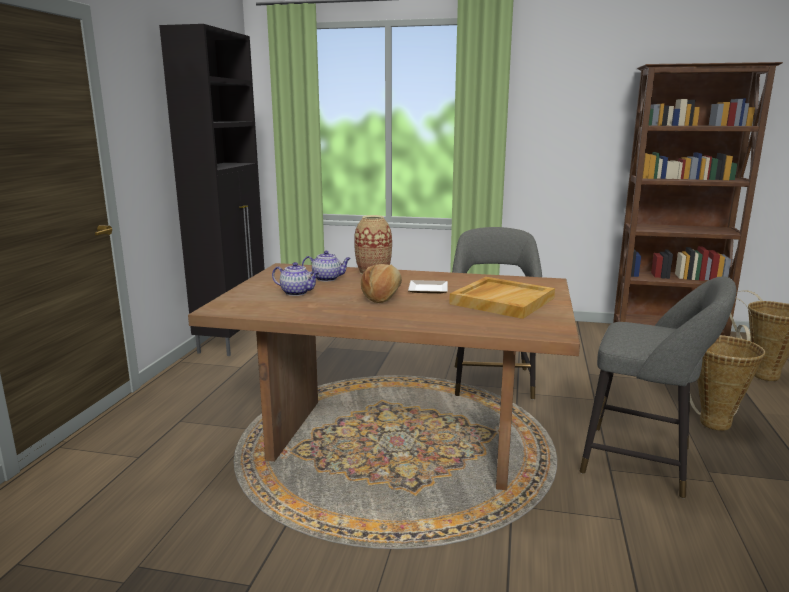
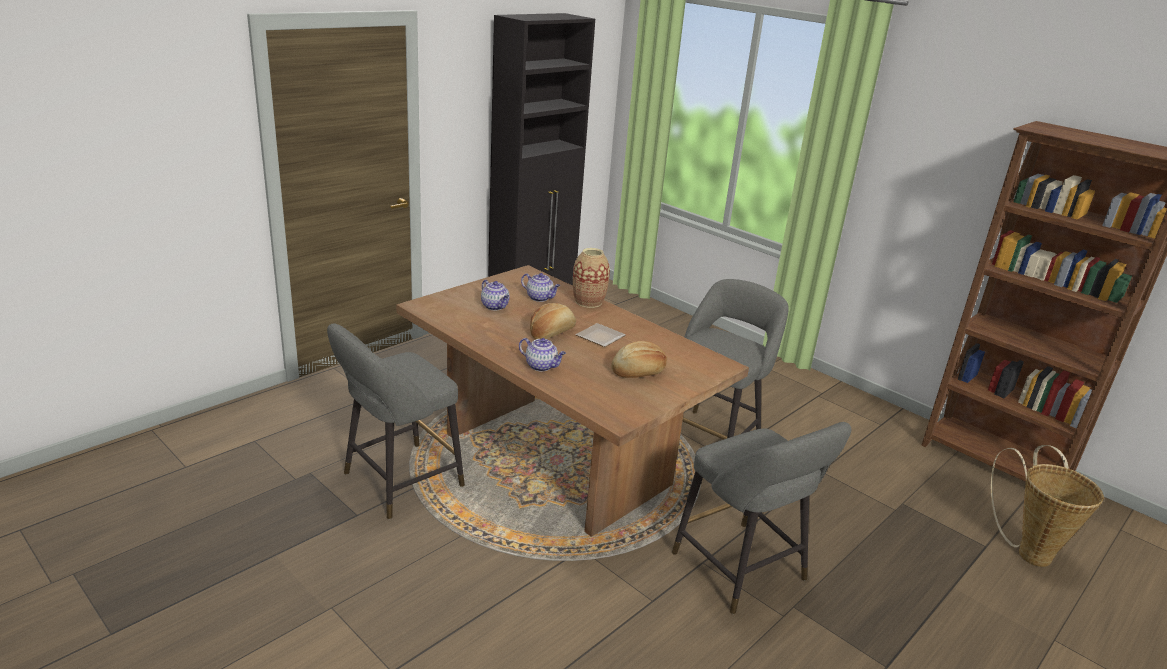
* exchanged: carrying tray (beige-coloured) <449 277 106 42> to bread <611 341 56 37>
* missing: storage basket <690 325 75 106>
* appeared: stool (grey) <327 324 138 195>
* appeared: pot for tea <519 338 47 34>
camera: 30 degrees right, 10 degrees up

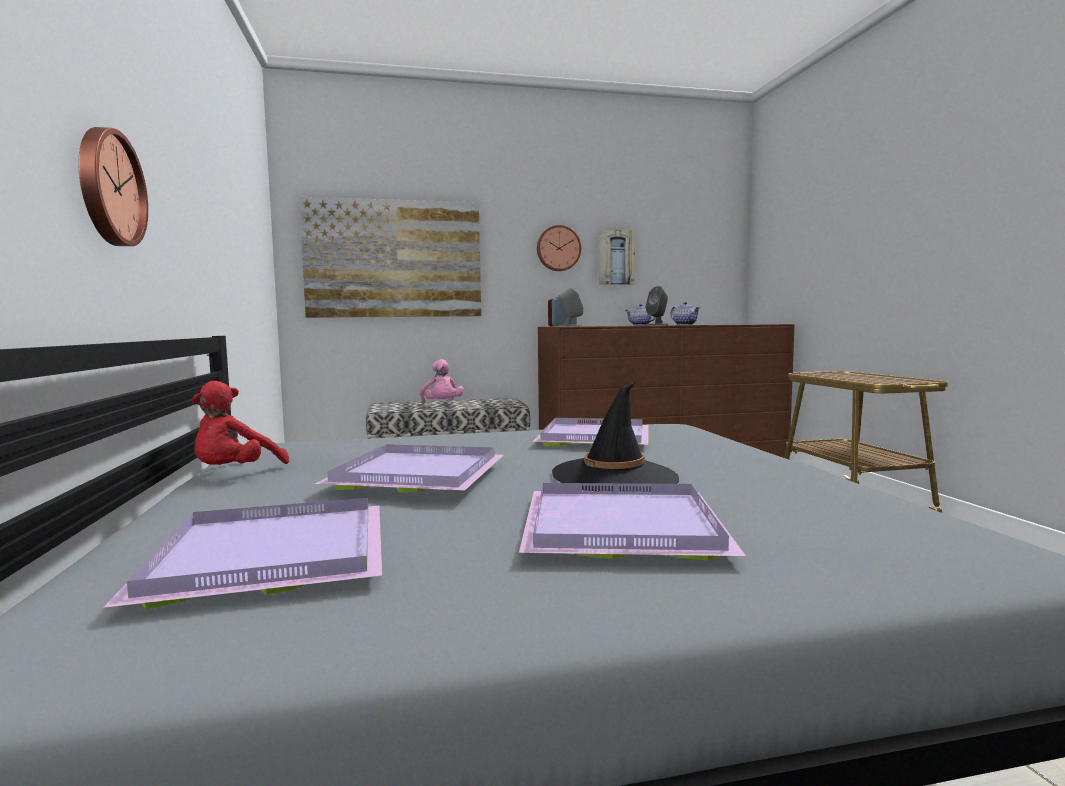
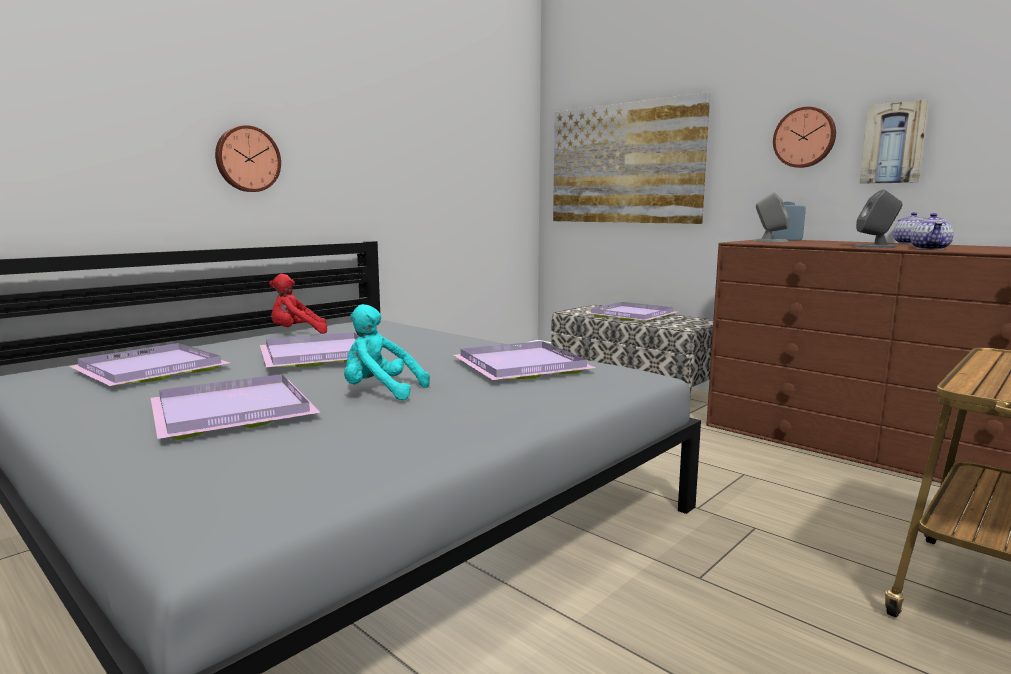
* exchanged: plush toy (pink) <420 359 44 45> to carrying tray (purplish) <588 302 89 19>
* exchanged: hat (blackish) <552 382 127 110> to plush toy (blue-green) <344 304 86 96>
camera: 55 degrees right, 5 degrees up

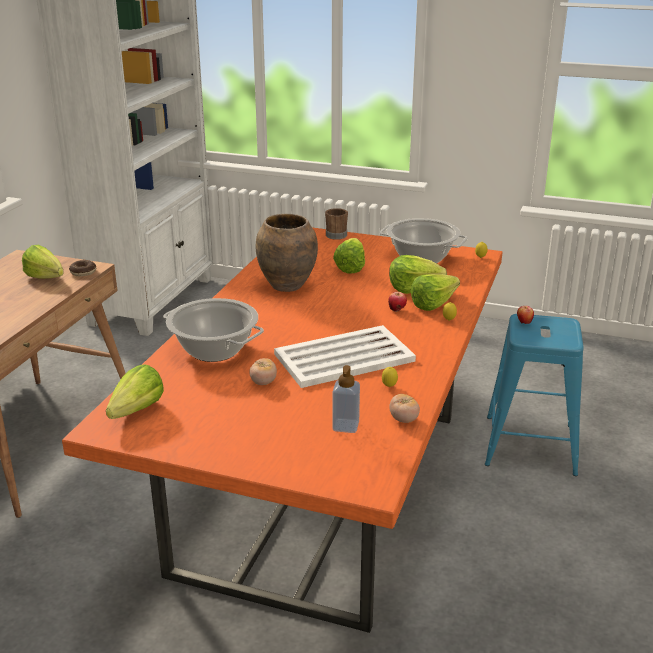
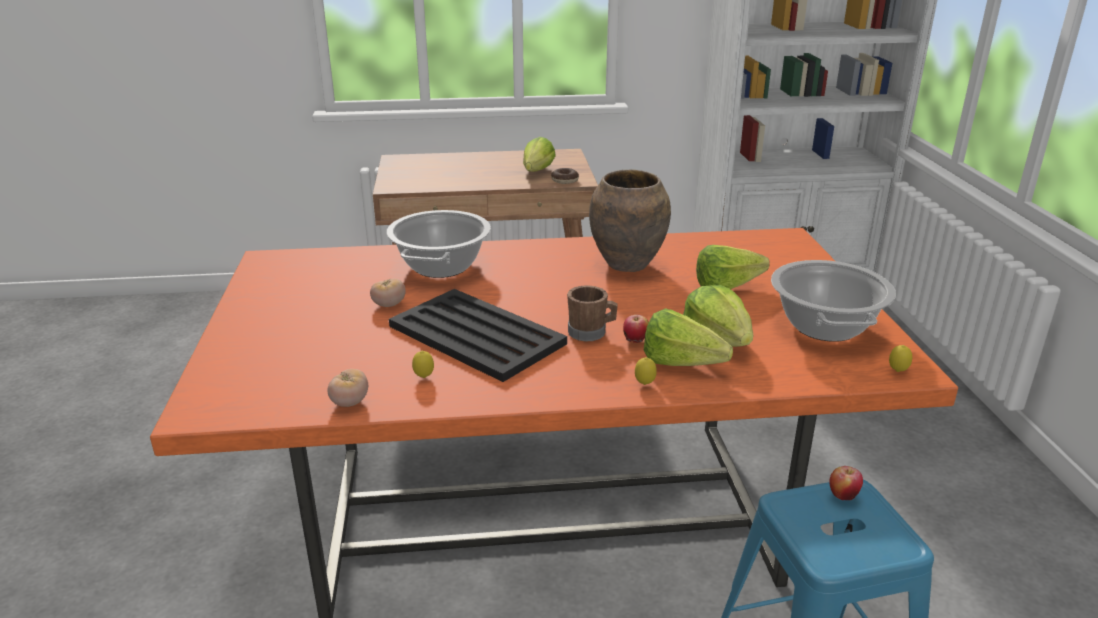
* missing: lettuce head <106 364 58 55>
* colour: carrying tray (white) <274 325 142 63> to carrying tray (blackish) <389 289 178 93>
* relocated: tea mug (brownish) <325 208 23 32> to <567 285 51 57>
* missing: soap dispenser <332 365 28 68>
camera: 65 degrees right, 0 degrees up

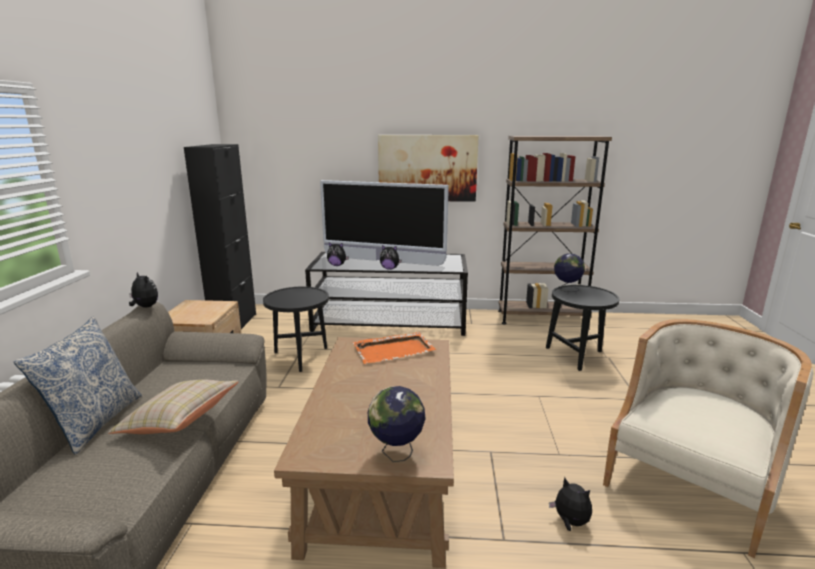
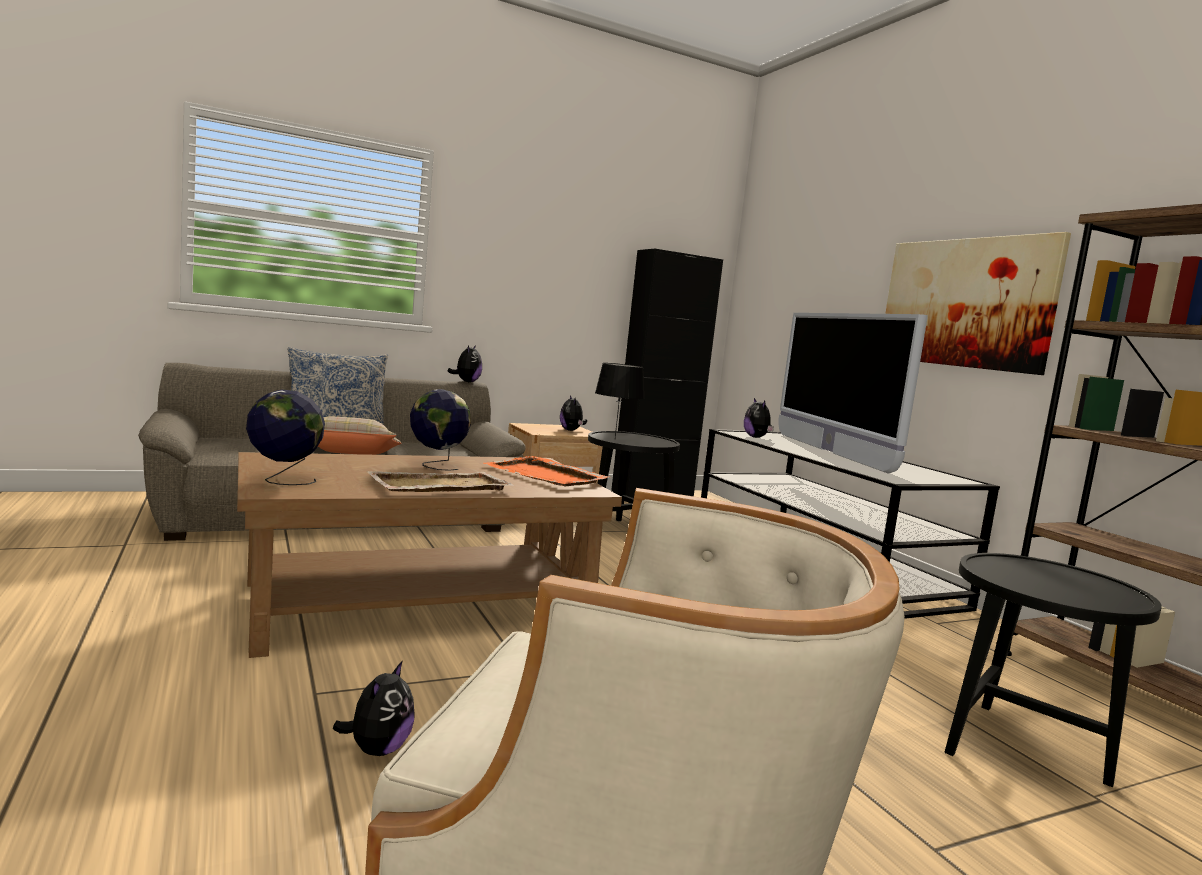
* relocated: plush toy <380 245 22 25> to <560 395 27 36>
* relocated: desk globe <554 253 31 39> to <410 389 61 82>
* appeared: carrying tray (beige-coloured) <366 471 147 21>
* appeared: table lamp (blackish) <595 363 50 75>
camera: 60 degrees right, 10 degrees down

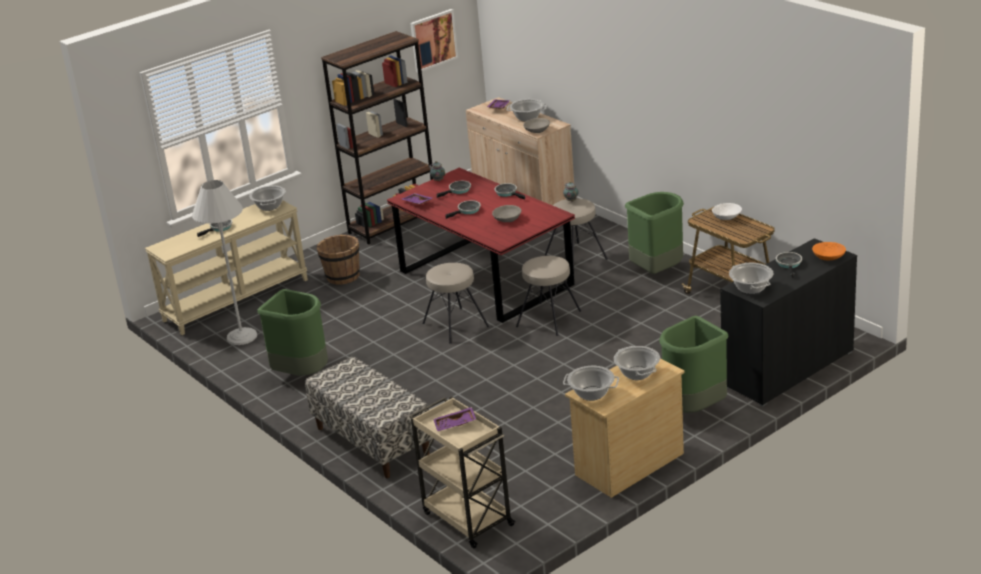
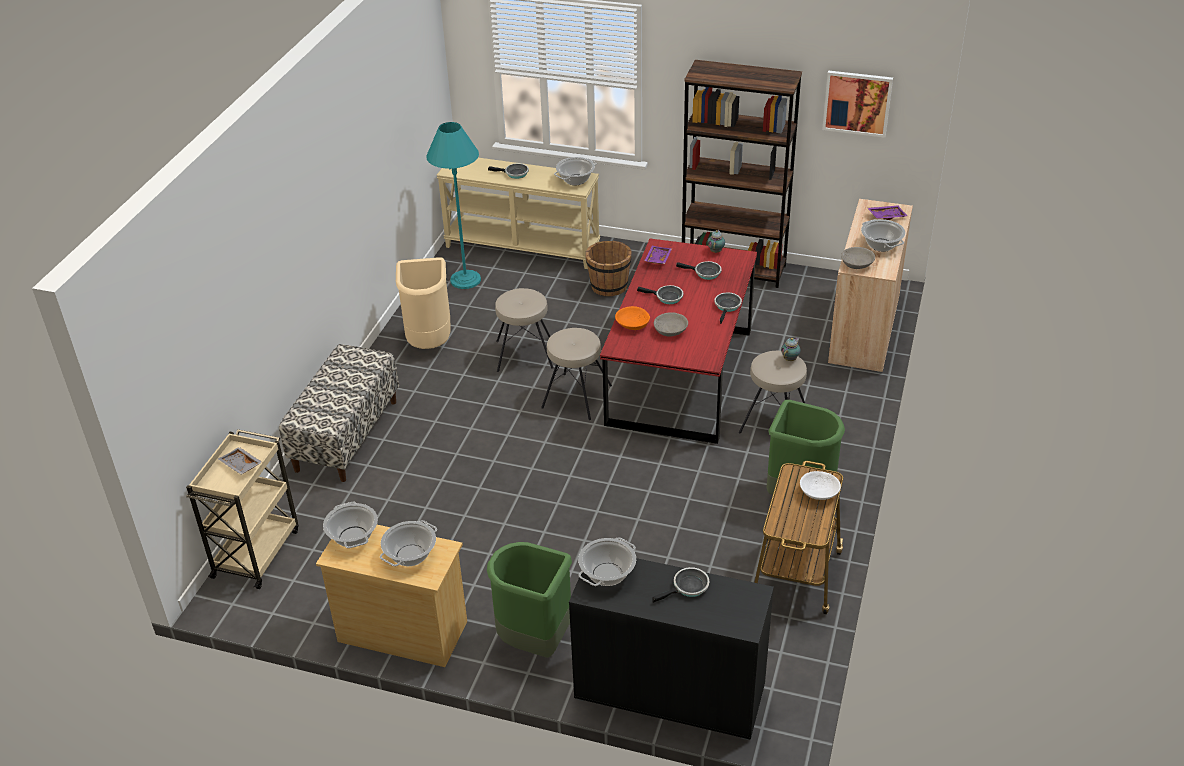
* colour: floor lamp (white) <192 180 65 165> to floor lamp (blue-green) <426 122 55 167>
* colour: waste bin (green-coloured) <257 289 71 87> to waste bin (beige-coloured) <396 257 55 92>
* colour: carrying tray (purplish) <433 407 43 24> to carrying tray (grey) <218 447 44 27>
* relocated: stool (beige-coloured) <516 256 65 80> to <495 288 58 84>
* relocated: bowl (orange) <812 242 34 18> to <615 306 35 24>
camera: 55 degrees right, 10 degrees up

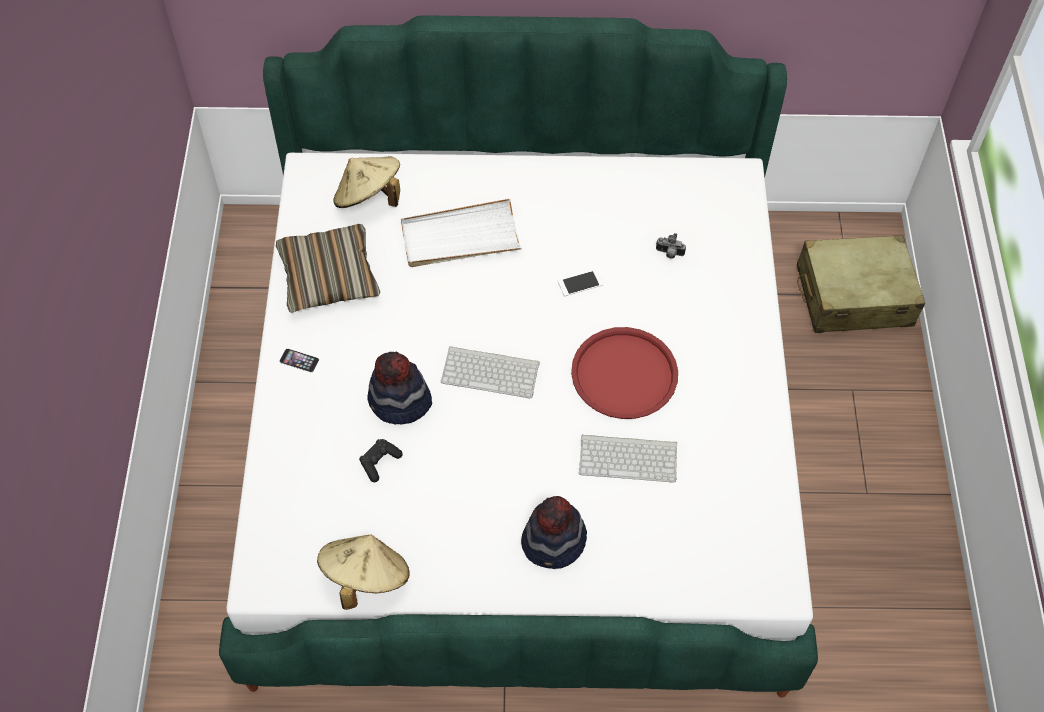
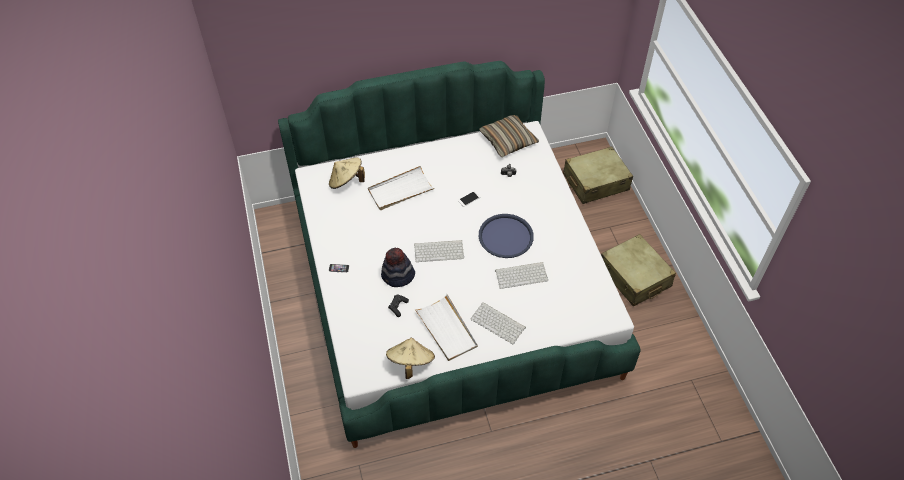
* relocated: pillow <276 224 105 89> to <479 115 60 43>
* exchanged: hat <521 496 66 73> to keyboard <470 302 56 42>
* colour: carrying tray (red) <571 327 107 92> to carrying tray (bluish) <479 214 55 44>
* appeared: carrying tray (white) <415 294 63 67>
* appeared: travel case (beige-coloured) <601 234 75 72>
camera: 15 degrees left, 5 degrees down

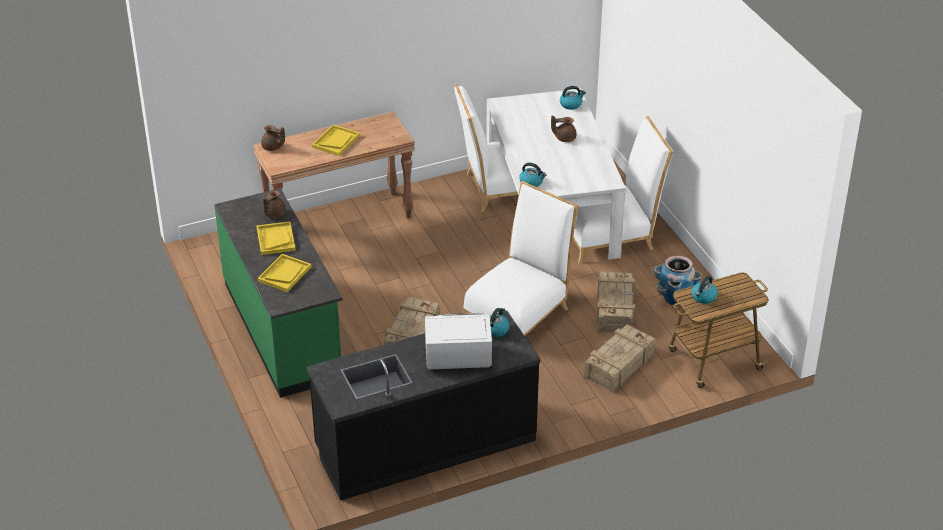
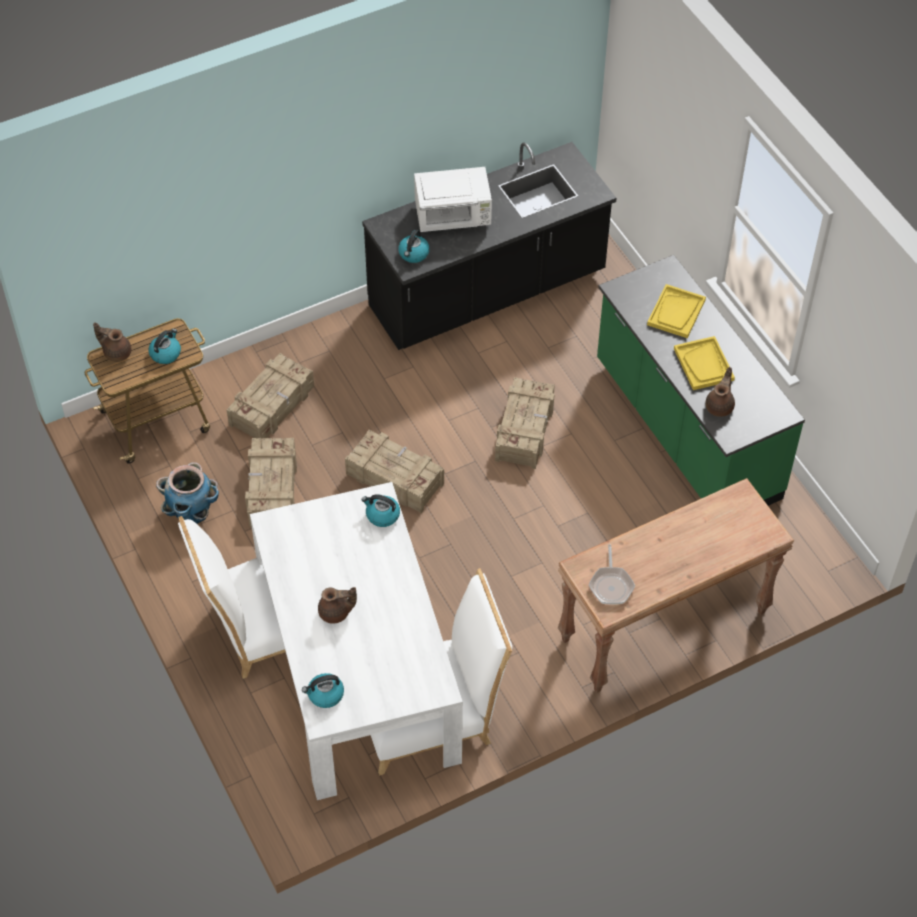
* relocated: pot for tea (brownish) <261 125 24 26> to <93 322 38 40>
* missing: carrying tray (yellow-coloured) <312 124 48 32>
* exchanged: chair (white) <463 181 116 155> to packing crate <345 430 99 83>
* appeared: skillet <589 544 46 60>
camera: 175 degrees right, 15 degrees up

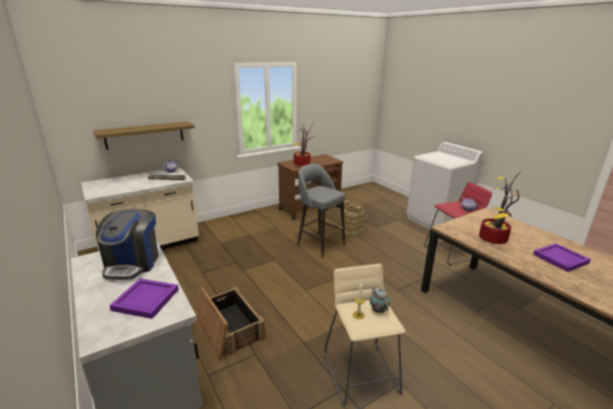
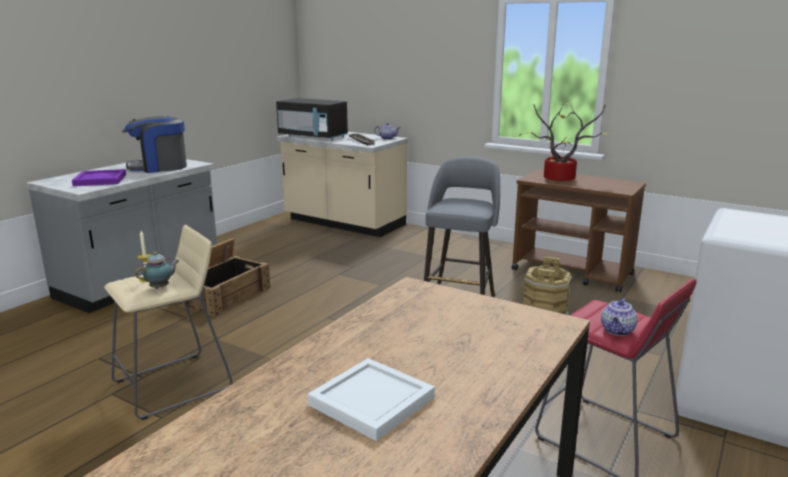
* missing: bracket shelf <94 121 101 29>
* missing: plant in a pot <479 172 42 72>
* colour: carrying tray (purplish) <533 243 58 29> to carrying tray (white) <307 358 128 83>
* appeared: microwave (blackish) <276 98 72 43>
camera: 65 degrees right, 5 degrees down

